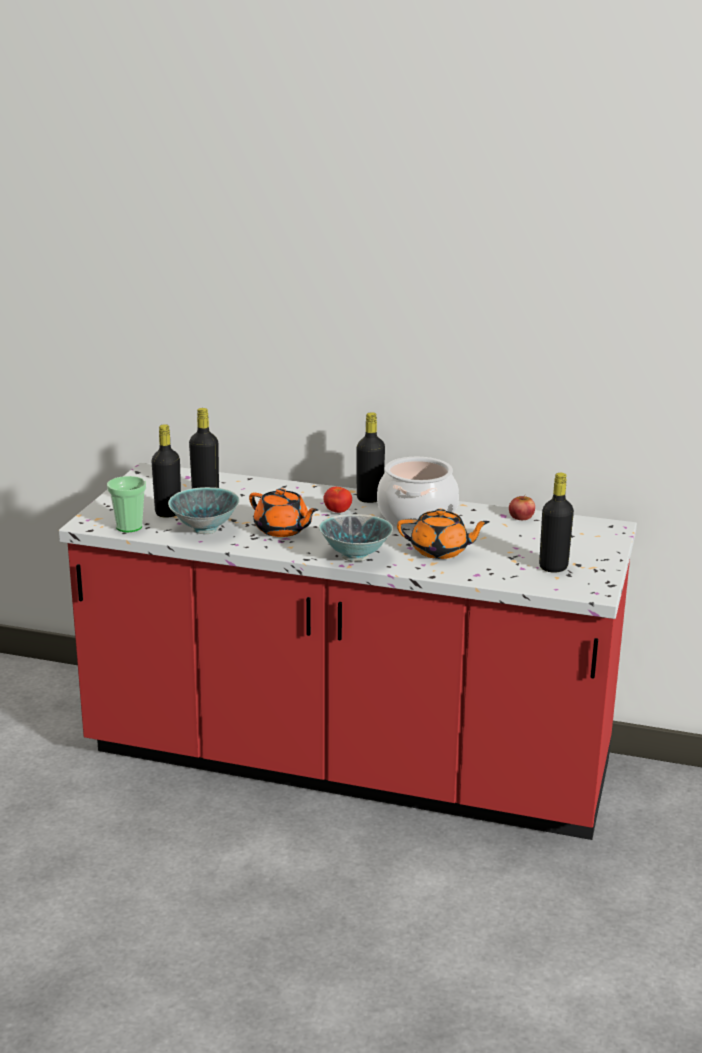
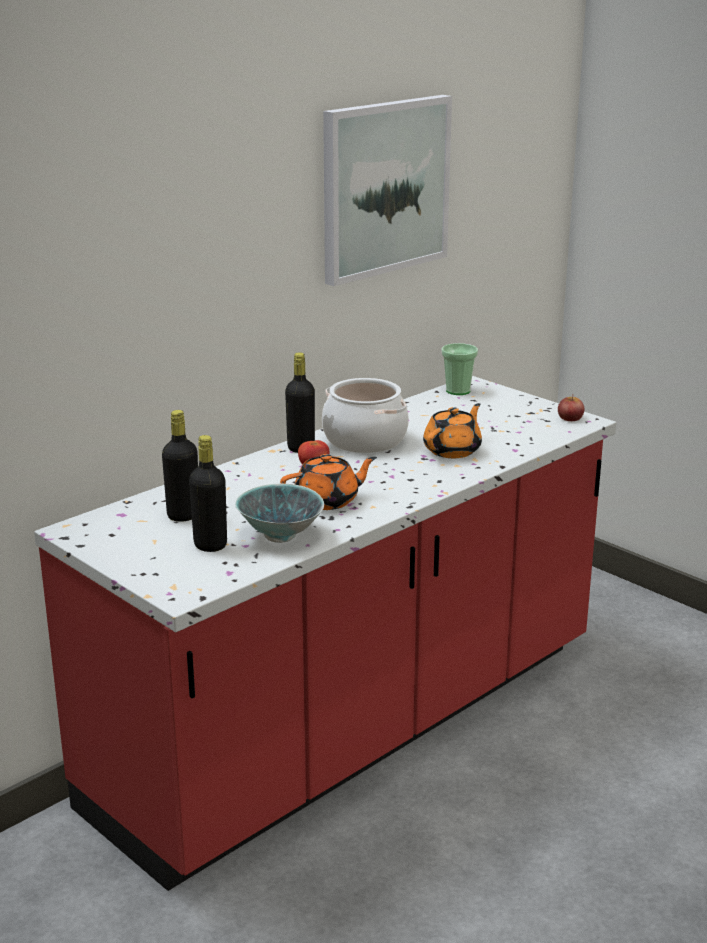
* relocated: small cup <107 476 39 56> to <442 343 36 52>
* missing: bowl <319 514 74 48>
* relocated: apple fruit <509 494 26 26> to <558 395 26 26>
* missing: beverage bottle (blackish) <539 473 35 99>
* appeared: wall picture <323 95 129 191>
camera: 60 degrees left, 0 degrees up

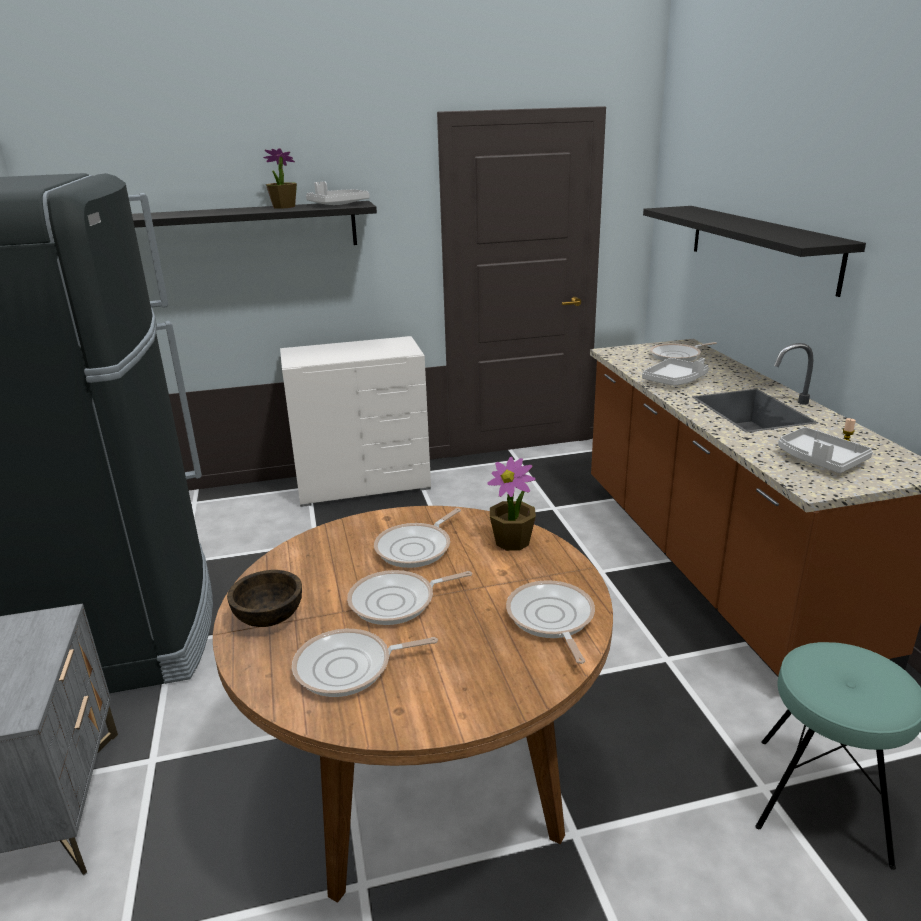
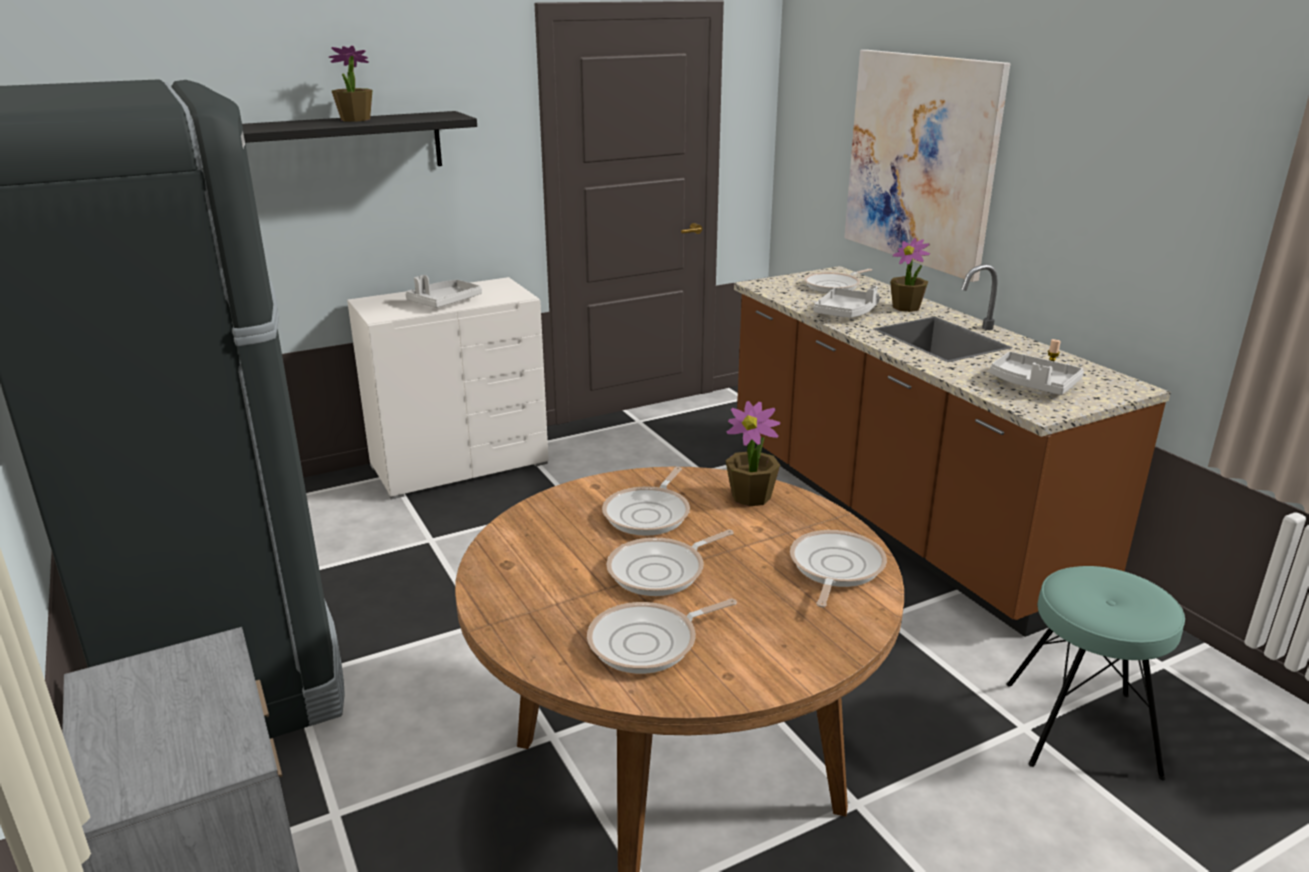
* missing: bowl (brownish) <227 570 75 57>
* relocated: carrying tray (grey) <306 181 64 24> to <405 275 77 33>
* spun: skillet <506 580 89 84> = <790 530 97 77> 45 degrees clockwise
* exchanged: bracket shelf (blackish) <643 206 223 91> to wall picture <844 50 166 232>
* appeared: plant in a pot <890 238 40 74>
camera: 15 degrees left, 0 degrees up

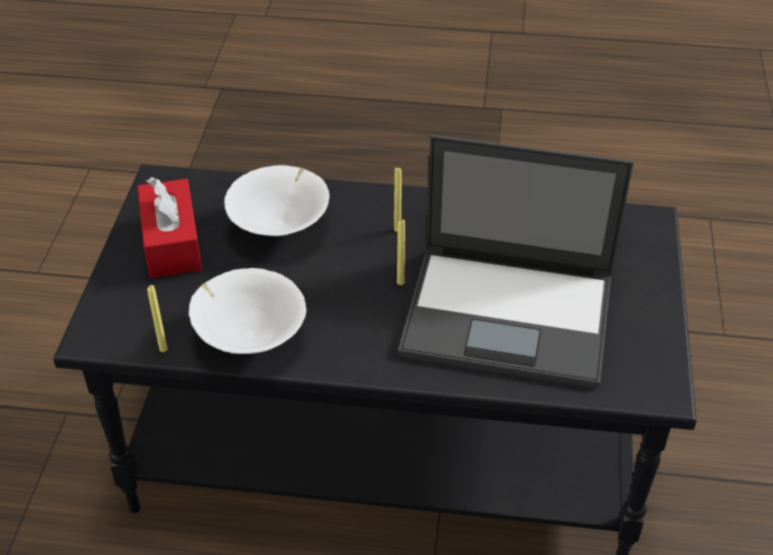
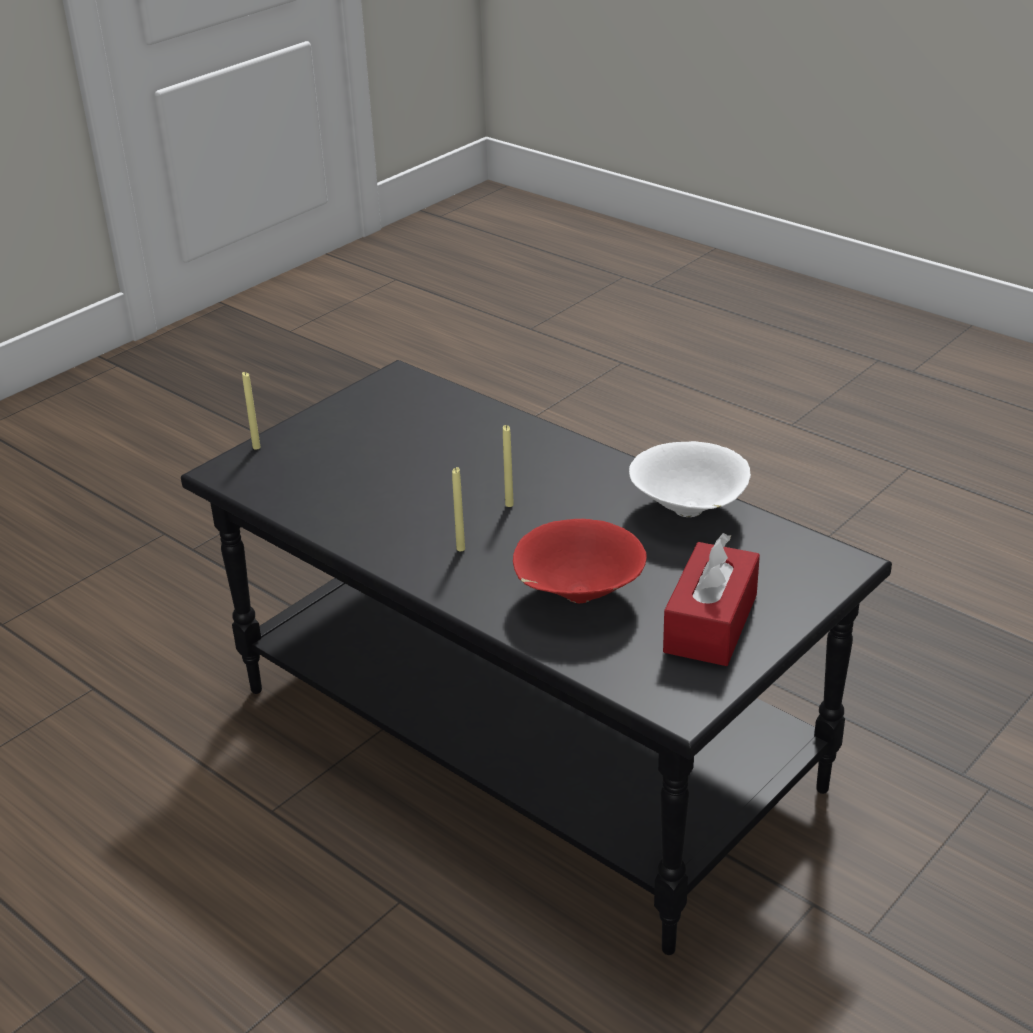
* relocated: candle (yellow-coloured) <147 285 20 67> to <242 372 19 78>
* colour: bowl (white) <224 165 106 71> to bowl (red) <513 519 133 84>
* missing: portable computer <398 135 236 254>
camera: 145 degrees left, 10 degrees down

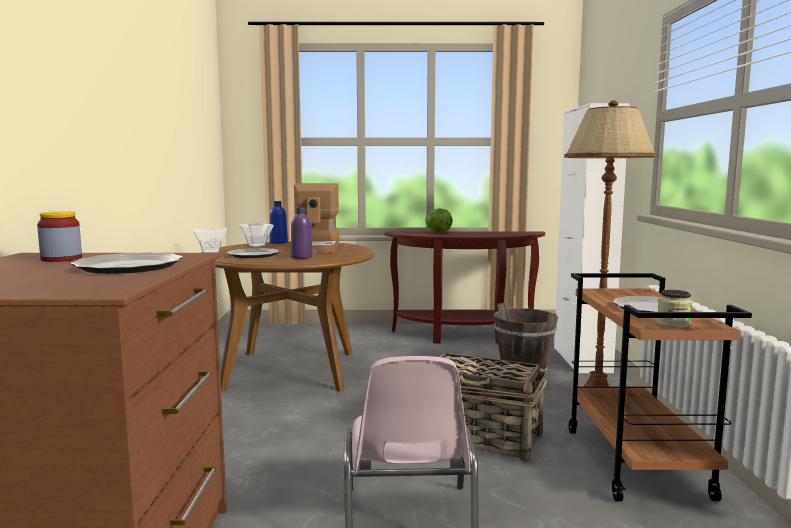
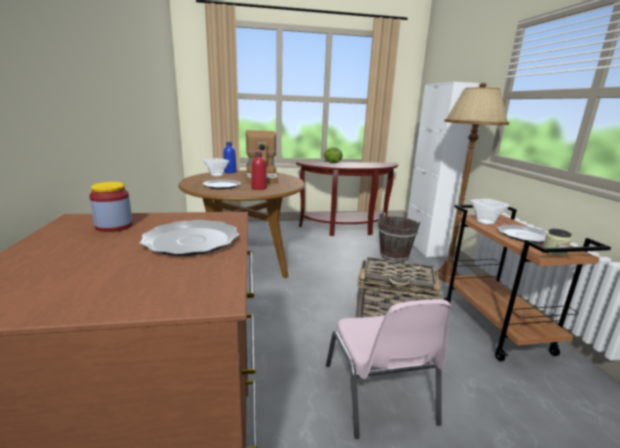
* relocated: bowl <193 228 34 25> to <470 199 40 26>
* colour: beverage bottle (purplish) <291 207 22 52> to beverage bottle (red) <251 152 16 38>
camera: 10 degrees left, 10 degrees up

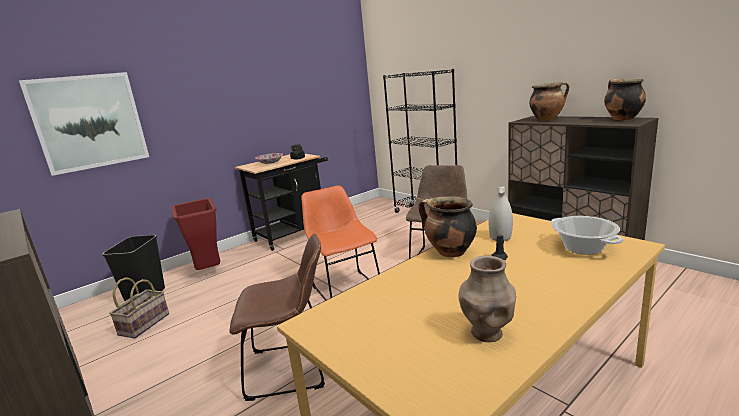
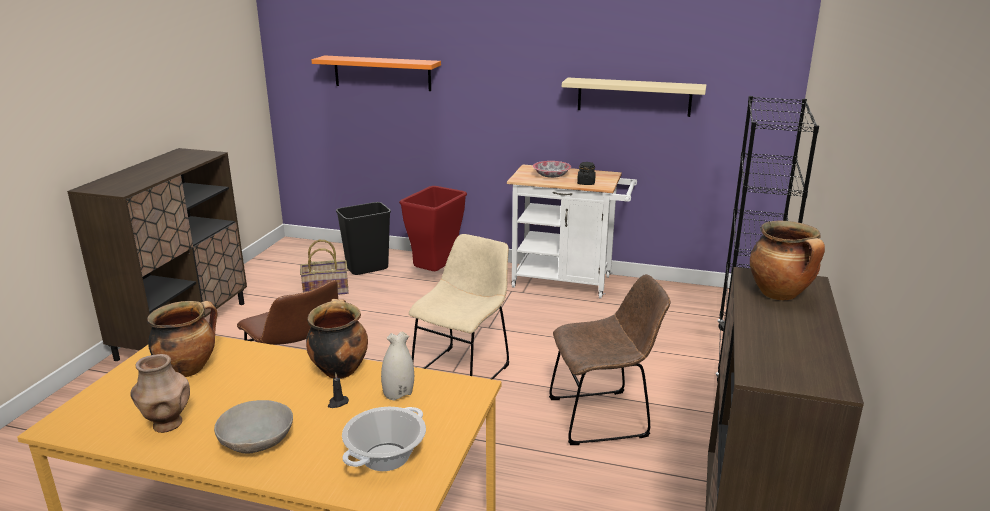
* exchanged: wall picture <19 72 130 104> to bracket shelf (orange) <311 56 130 35>
* colour: wheeled cart (blackish) <235 154 93 97> to wheeled cart (white) <507 164 130 134>
* colour: chair (orange) <301 185 79 116> to chair (beige-coloured) <409 234 100 146>
* relocated: saucepot <604 78 42 42> to <147 301 70 76>
* appeared: bowl (grey) <214 400 79 54>
* appeared: bracket shelf (beige-coloured) <562 78 144 39>
camera: 55 degrees right, 5 degrees up

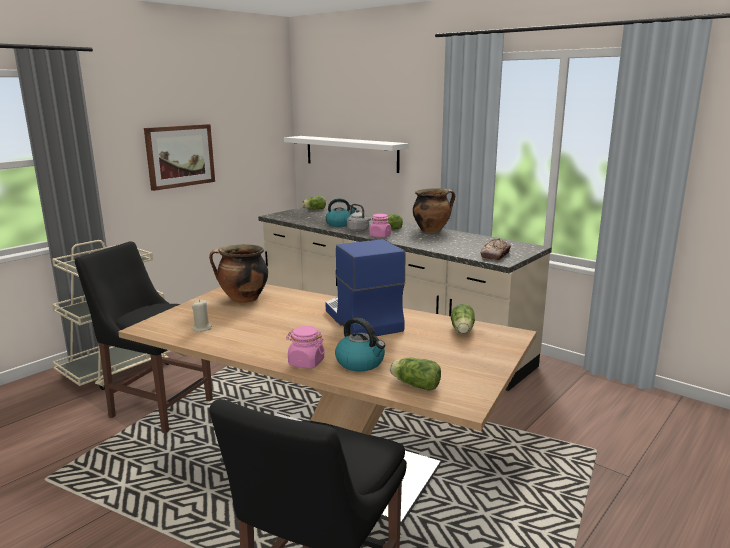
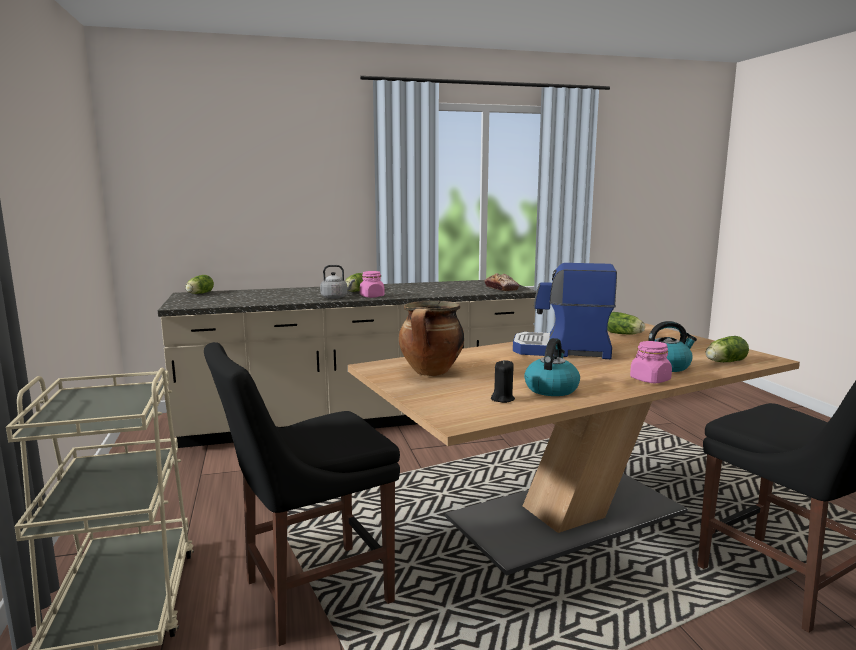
* missing: wall picture <144 124 71 67>
* colour: candle (beige-coloured) <192 300 20 32> to candle (blackish) <491 360 24 43>
* missing: bracket shelf (white) <284 136 125 37>
* relocated: tea kettle <326 198 31 29> to <524 338 56 58>
* missing: saucepot <413 188 42 45>
camera: 55 degrees left, 5 degrees down

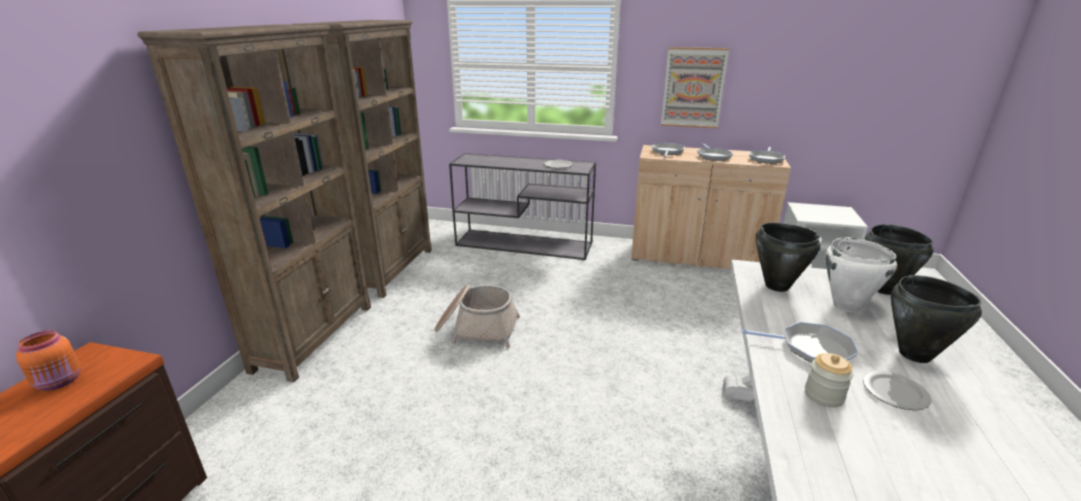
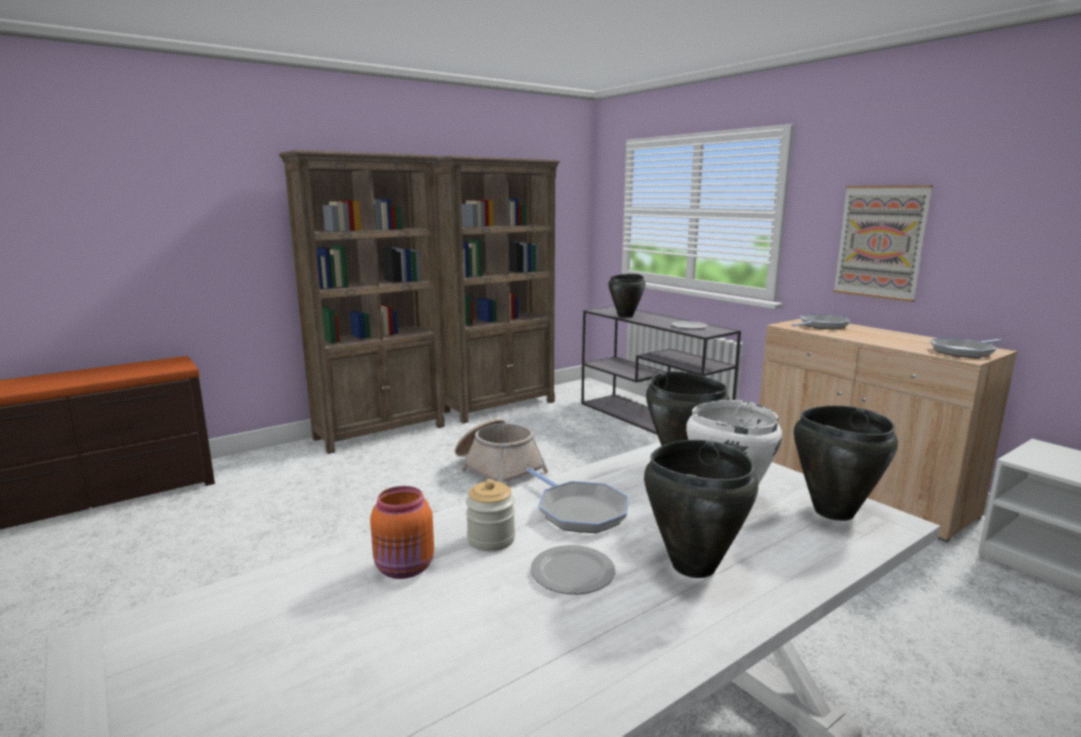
* relocated: jar (orange) <16 330 65 61> to <370 486 64 93>
* missing: skillet <697 143 36 18>
* appeared: saucepot (blackish) <608 274 37 44>
camera: 40 degrees right, 10 degrees down

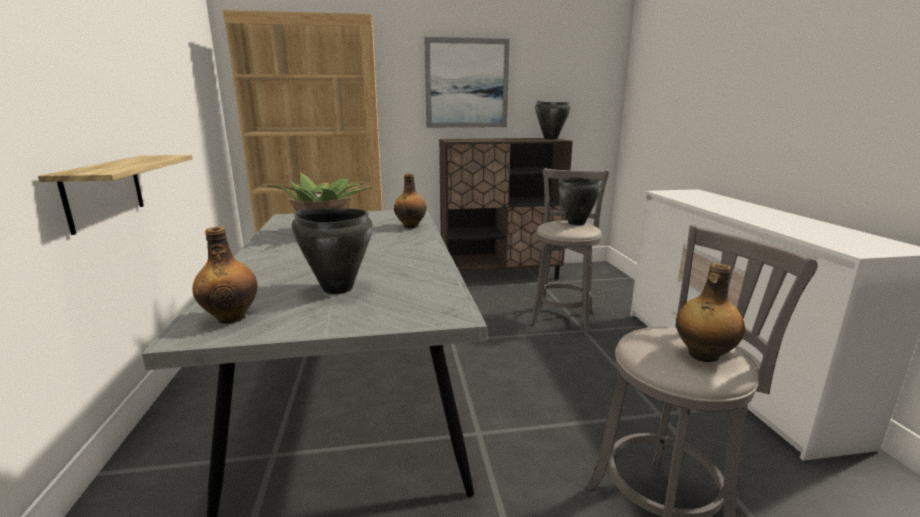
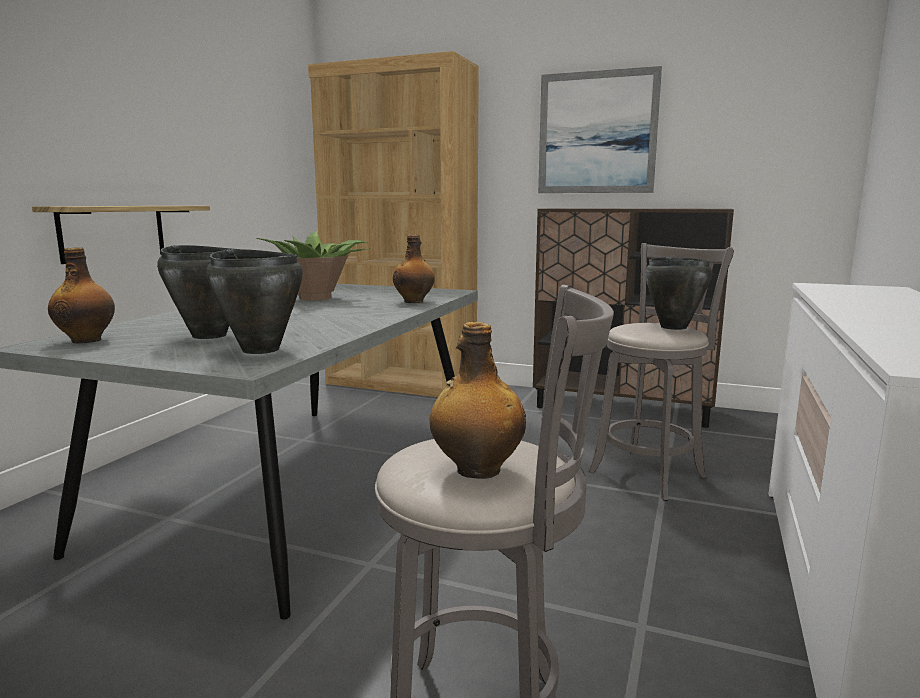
* relocated: saucepot (blackish) <535 101 36 38> to <206 249 97 105>
camera: 30 degrees right, 5 degrees down

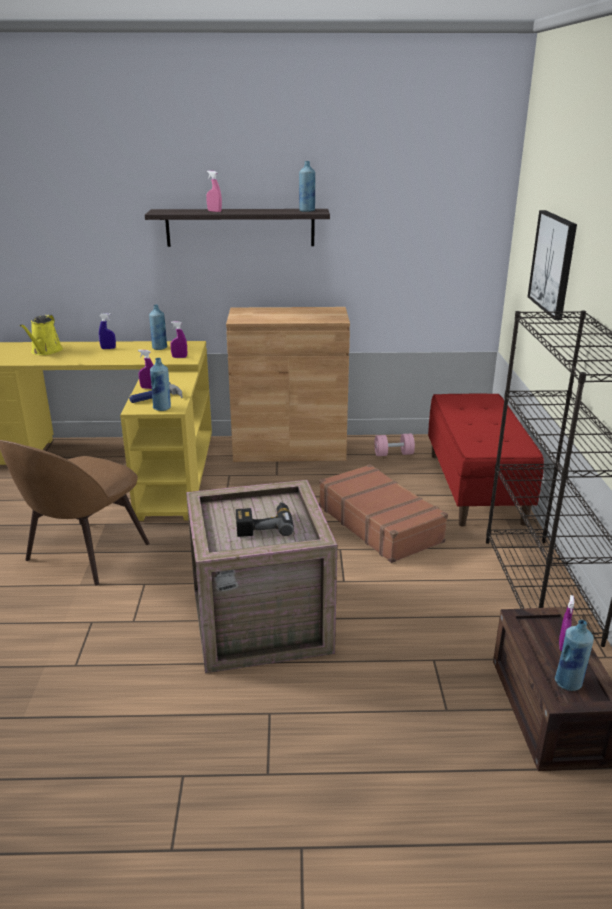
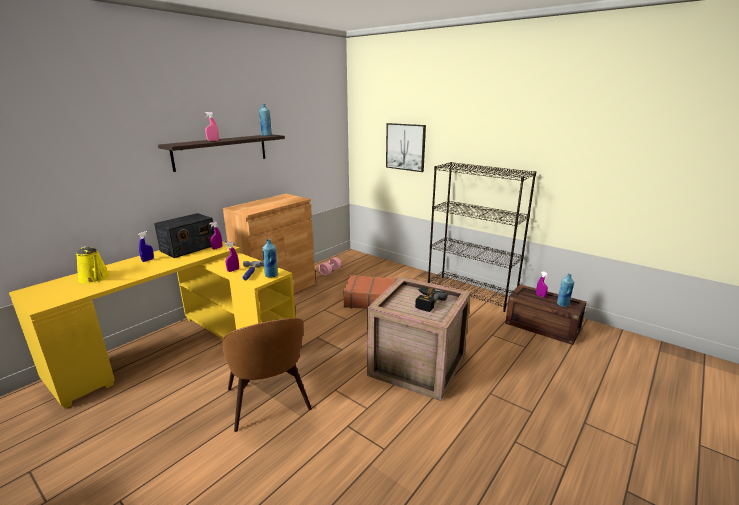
* exchanged: beverage bottle (bluish) <149 305 18 45> to radio receiver <154 213 60 45>
* missing: long seat (red) <428 394 116 133>
camera: 50 degrees left, 5 degrees down

